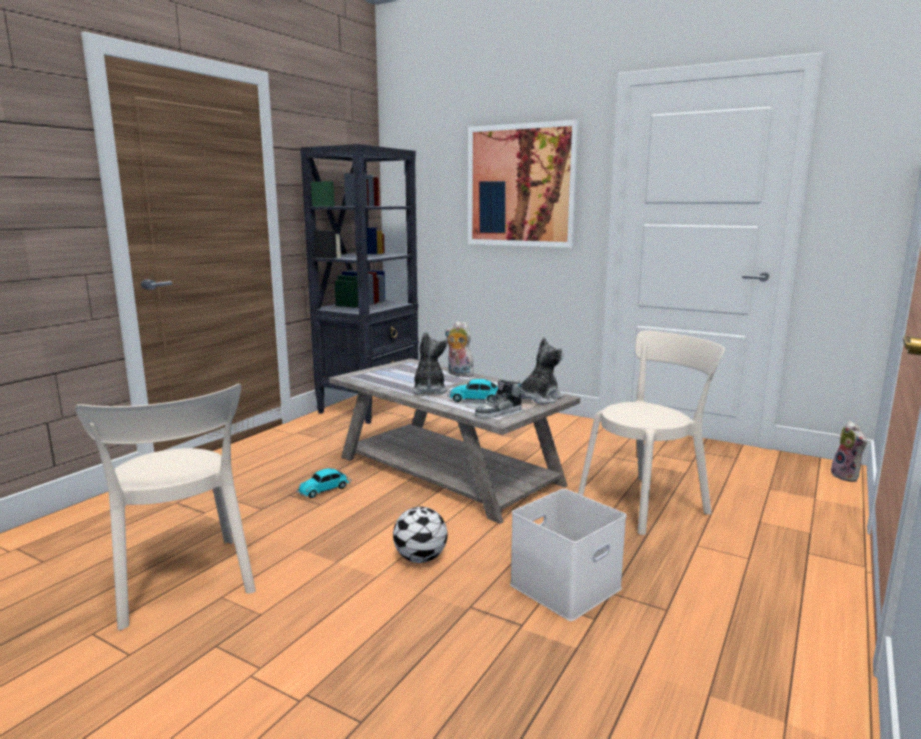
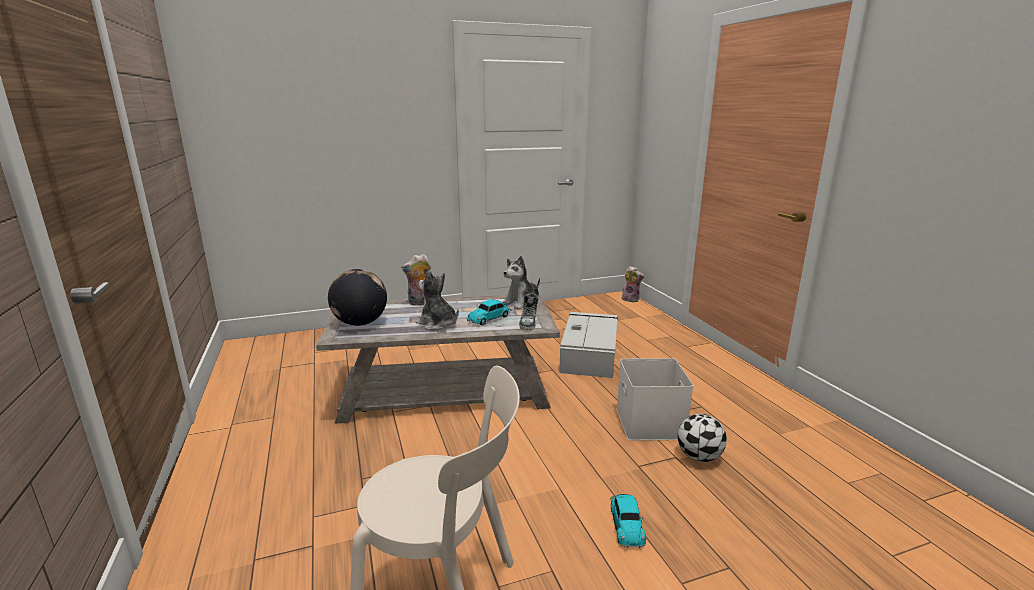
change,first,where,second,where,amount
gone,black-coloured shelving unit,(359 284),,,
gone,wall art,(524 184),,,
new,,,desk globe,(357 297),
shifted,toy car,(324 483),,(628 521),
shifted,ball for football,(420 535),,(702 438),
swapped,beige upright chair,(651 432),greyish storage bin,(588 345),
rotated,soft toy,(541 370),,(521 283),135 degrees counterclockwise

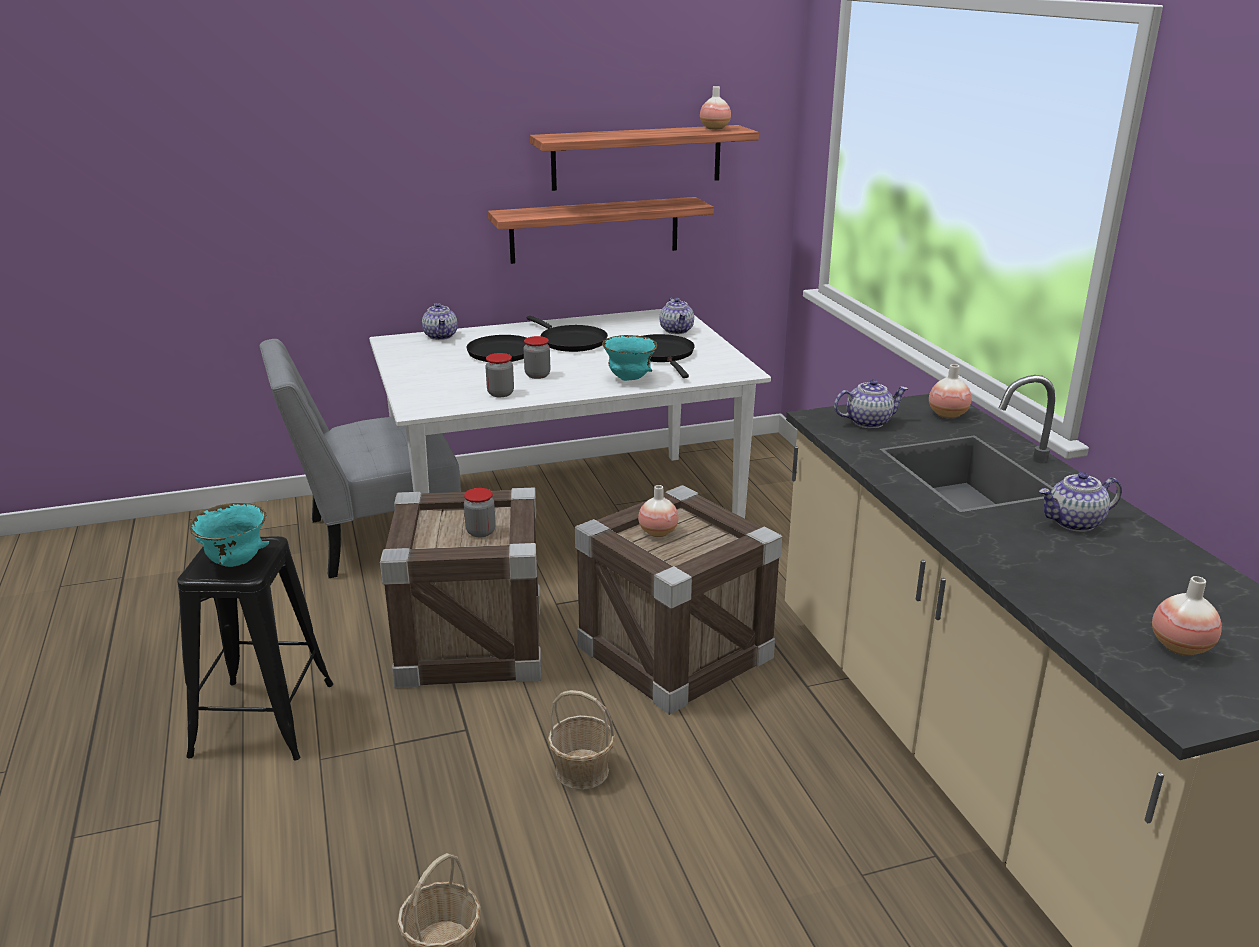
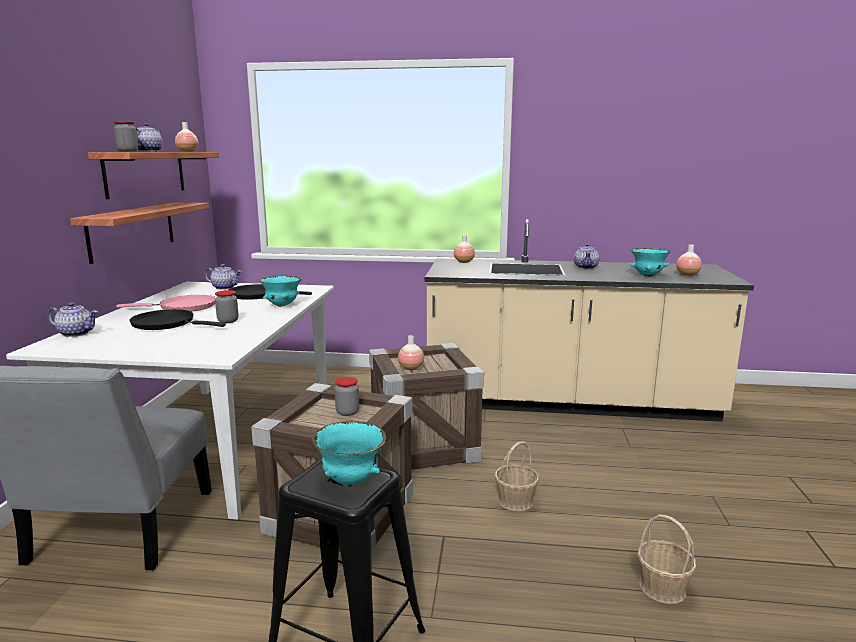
change,first,where,second,where,amount
new,,,blue-green serving bowl,(650 262),
shifted,preserve jar,(499 375),,(126 136),
shifted,pot for tea,(871 403),,(149 137),
repainted,black-coloured frying pan,(567 334),pinkish frying pan,(166 303),

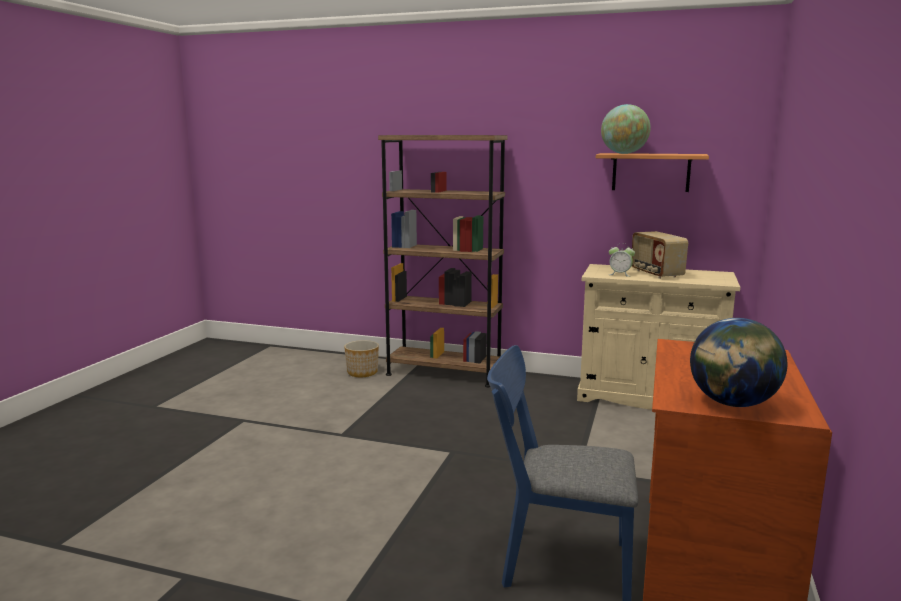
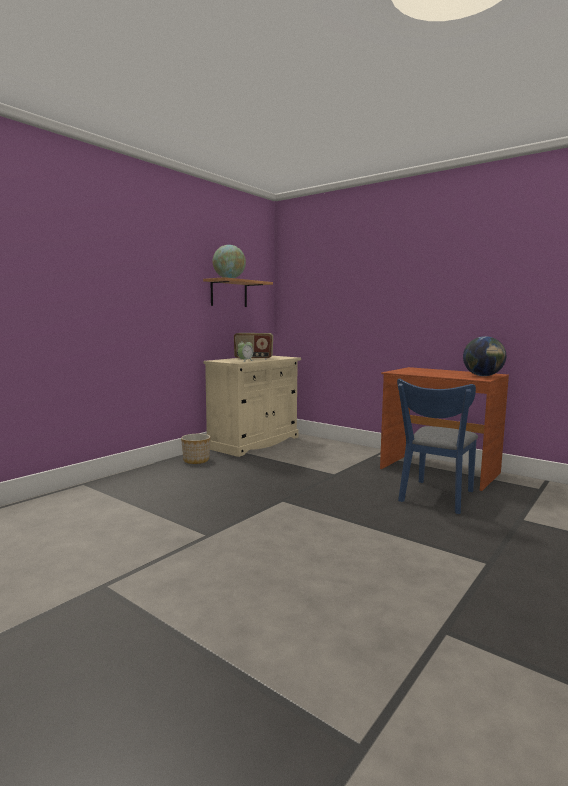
change,first,where,second,where,amount
gone,brown shelving unit,(443 261),,,
shifted,flower pot,(361 358),,(195 449),

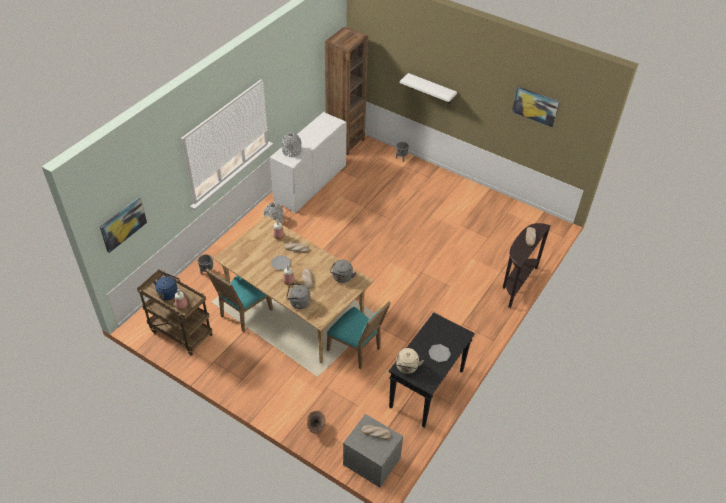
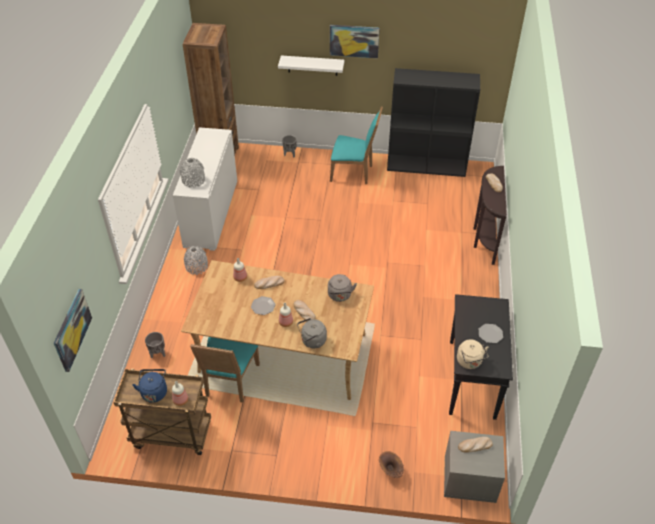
change,first,where,second,where,amount
new,,,black-coloured shelving unit,(433 122),
shifted,blue-green upright chair,(359 335),,(356 145),
shifted,wall art,(536 107),,(355 41),

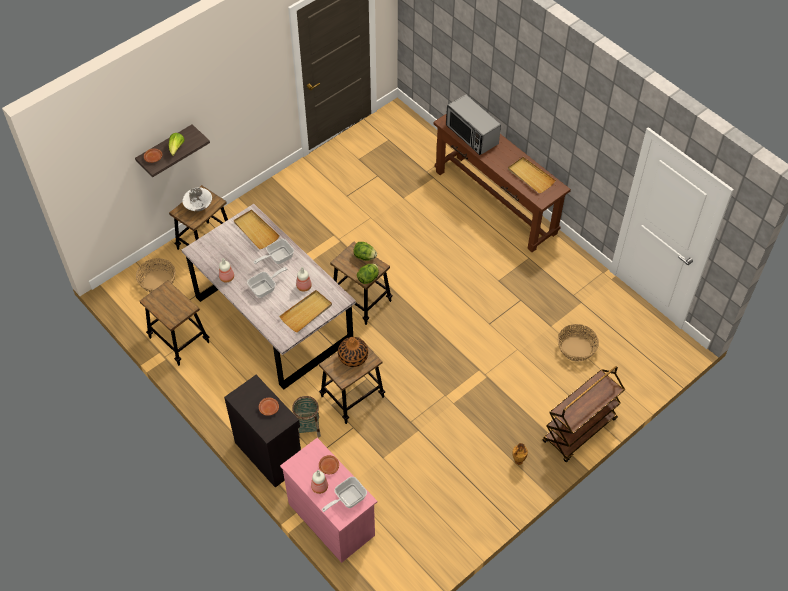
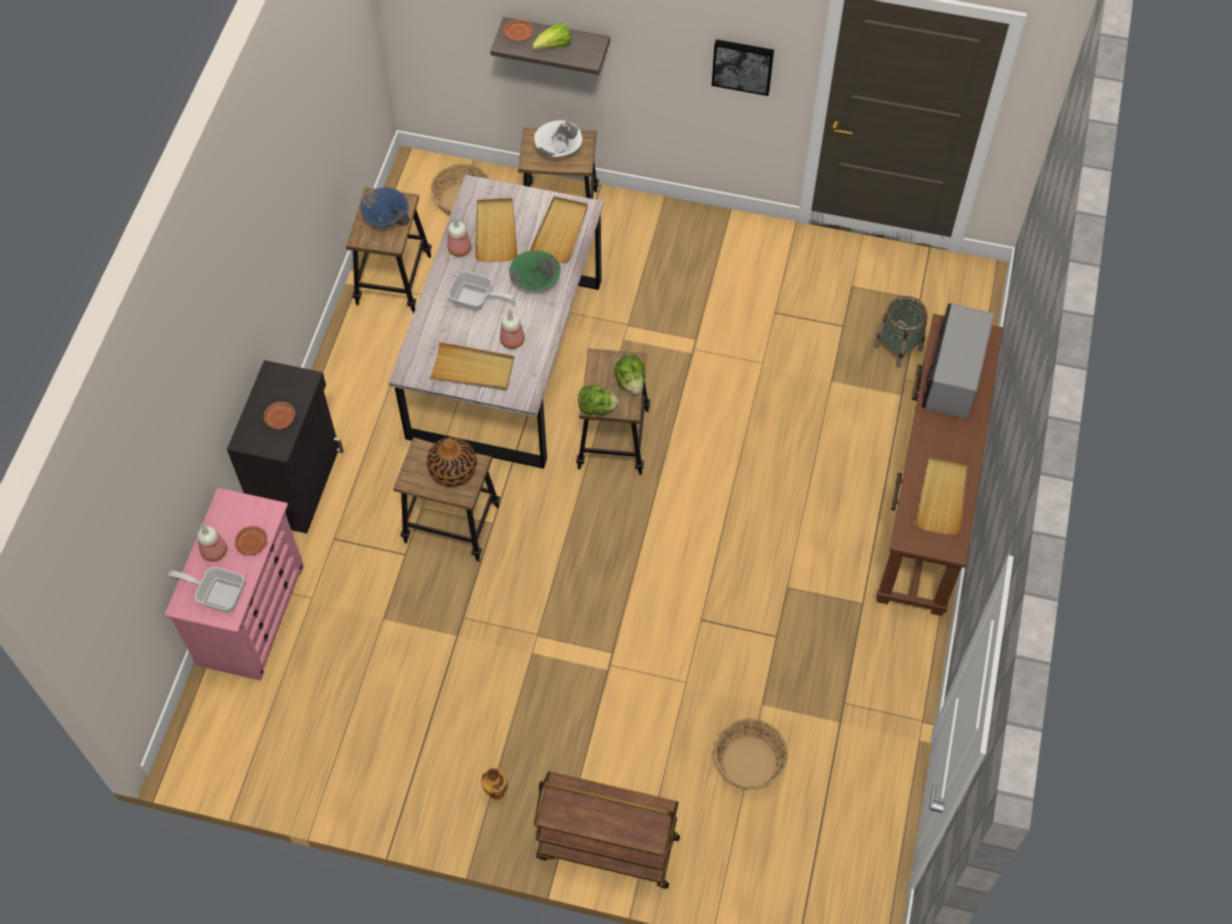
change,first,where,second,where,amount
new,,,blue serving bowl,(385 207),
new,,,beige serving tray,(496 230),
new,,,wall art,(743 67),
shifted,household basket,(306 417),,(901 332),
swapped,frying pan,(274 251),greenish serving bowl,(535 270),

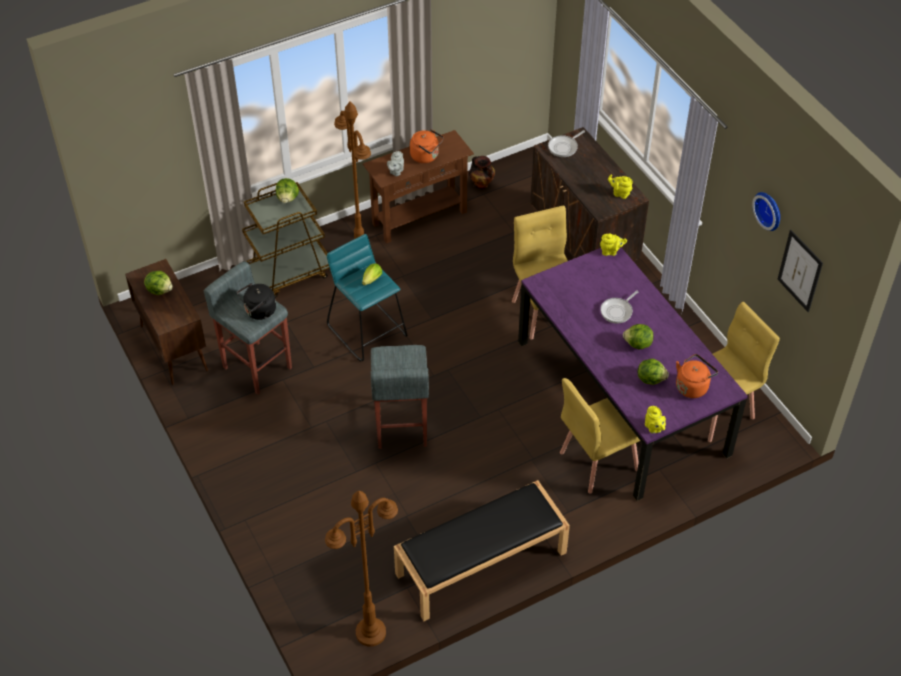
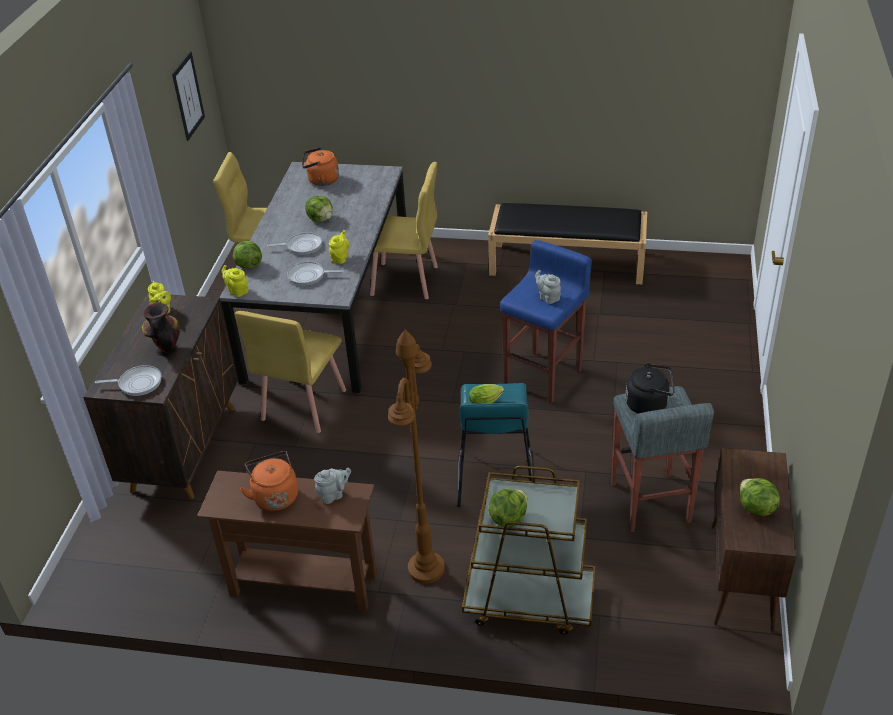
change,first,where,second,where,amount
gone,brown standing lamp,(361 569),,,
gone,wall clock,(766 211),,,
new,,,frying pan,(315 274),
new,,,greyish pot for tea,(548 287),
shifted,flower vase,(481 172),,(161 329),
shifted,lettuce head,(653 372),,(247 255),
shifted,yellowish pot for tea,(655 420),,(339 247),
repainted,greyish stool seat,(400 397),blue stool seat,(546 322),
repainted,purplish kitchen table,(633 374),greyish kitchen table,(312 277),

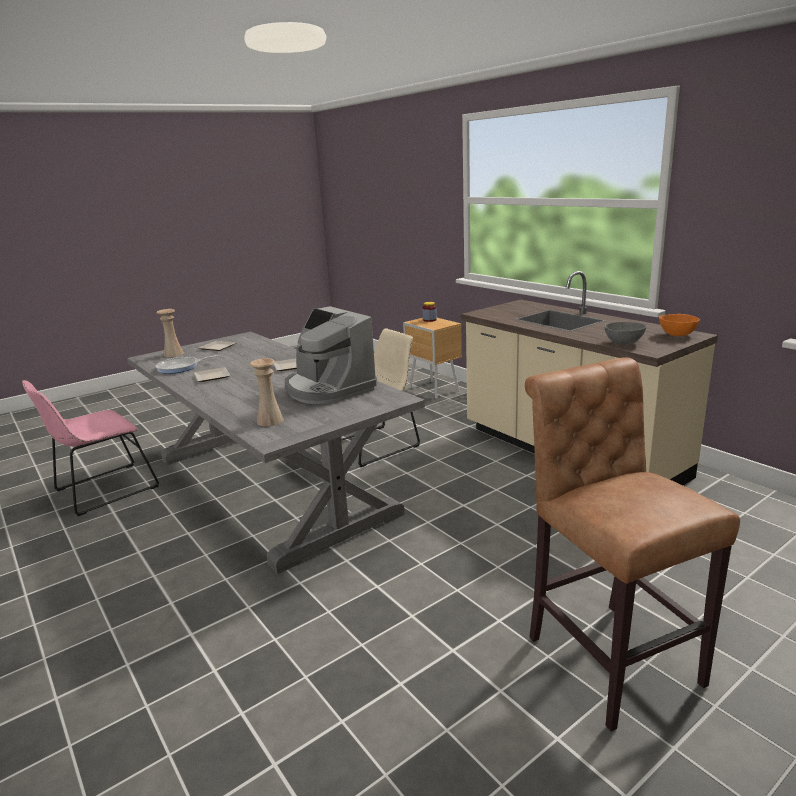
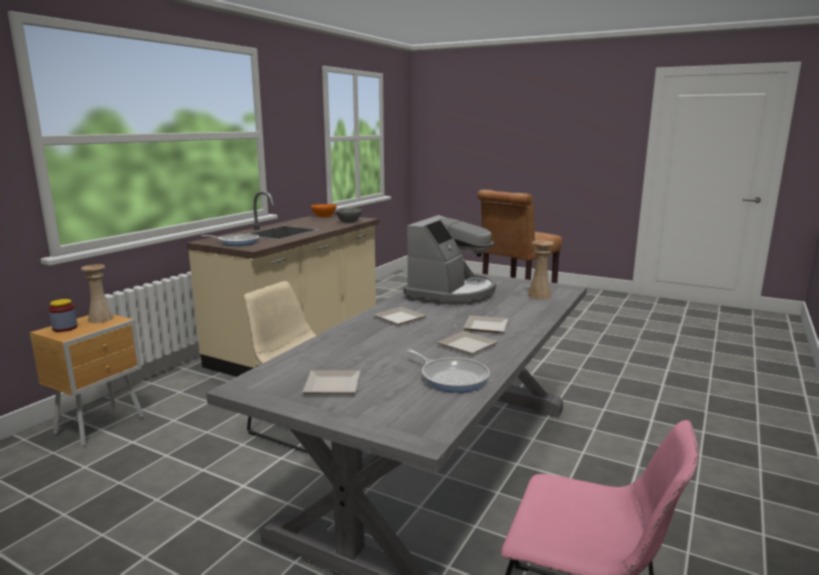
change,first,where,second,where,amount
new,,,frying pan,(230 240),
new,,,flat dish,(485 324),
shifted,beige flower vase,(170 333),,(97 293),

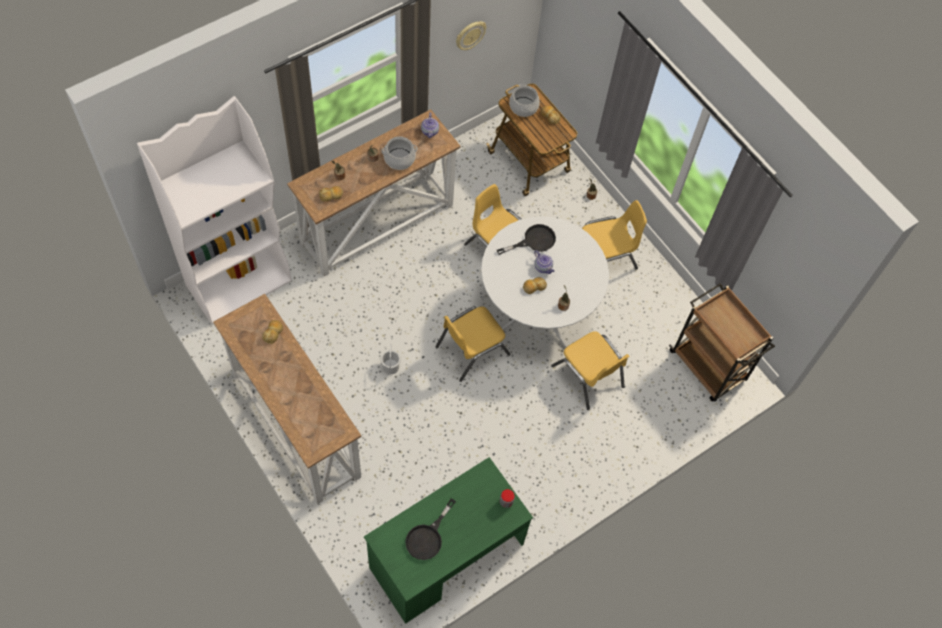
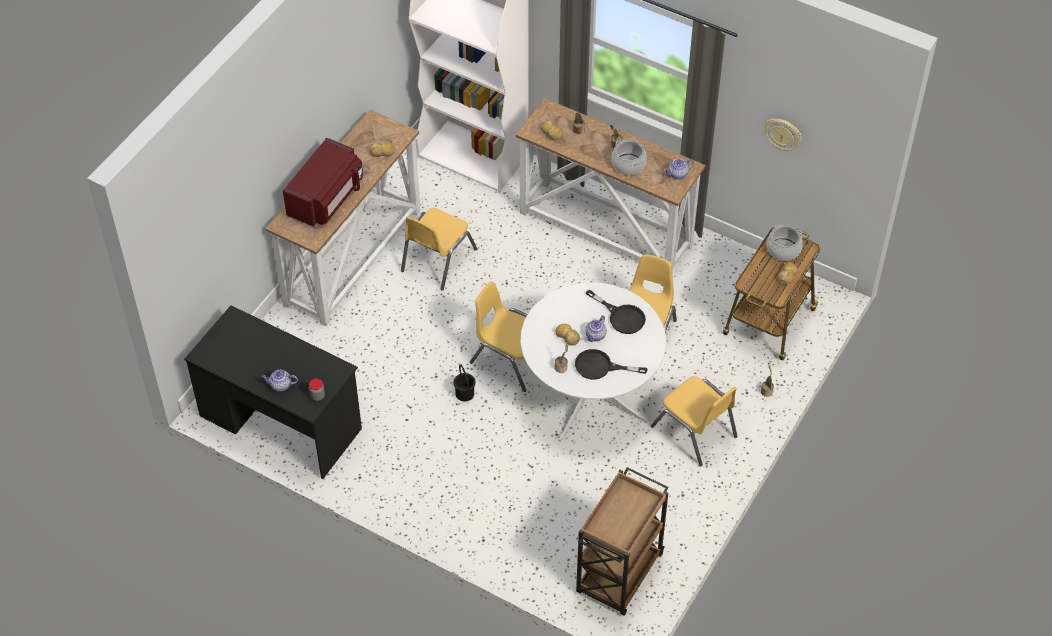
change,first,where,second,where,amount
gone,white water bucket,(391 359),,,
new,,,pot for tea,(279 381),
new,,,reddish microwave,(323 182),
new,,,black-coloured water bucket,(464 383),
shifted,black-coloured frying pan,(430 529),,(611 364),
shifted,yellowish upright chair,(590 370),,(439 249),
repainted,greenish desk unit,(448 540),black-coloured desk unit,(273 392),

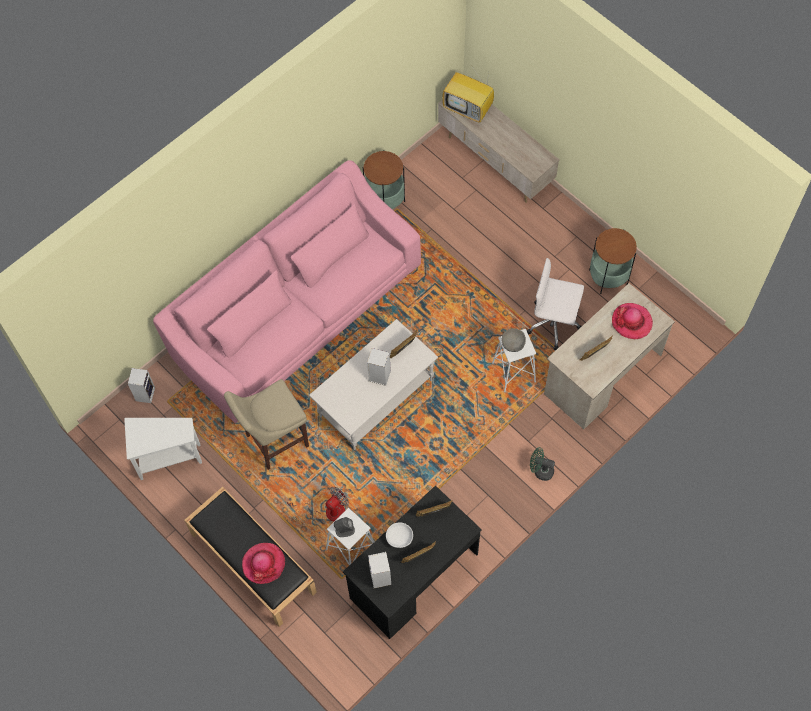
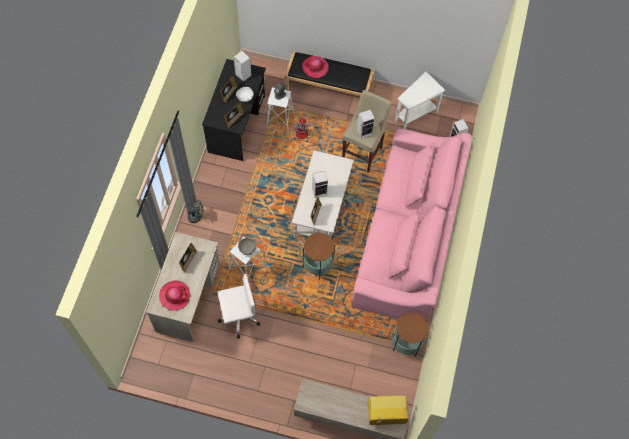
change,first,where,second,where,amount
new,,,speaker,(366 123),
shifted,end table,(613 261),,(319 256),

